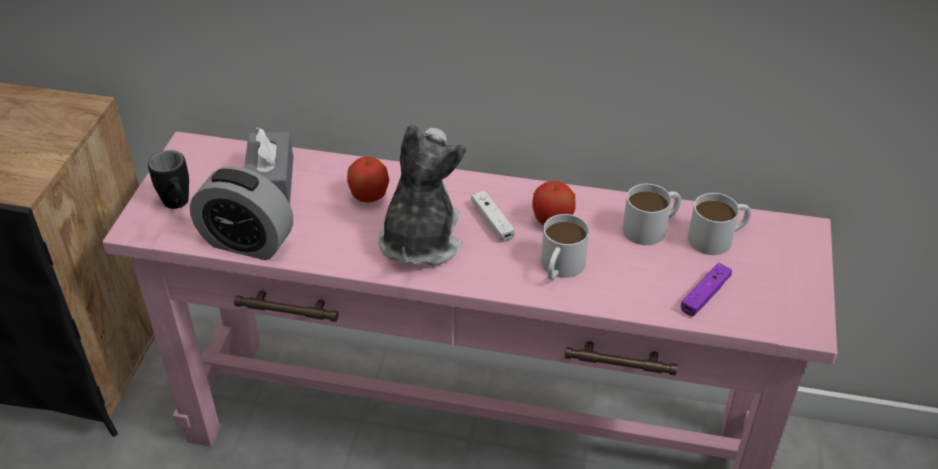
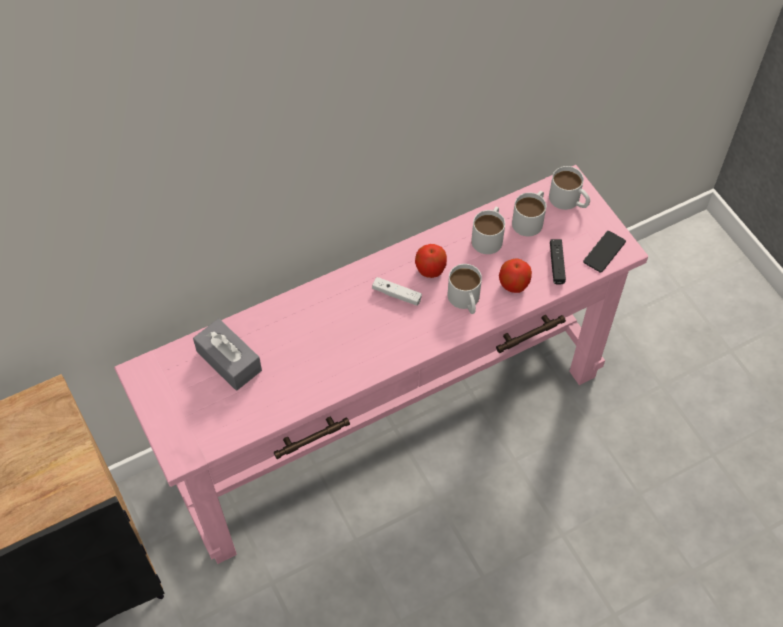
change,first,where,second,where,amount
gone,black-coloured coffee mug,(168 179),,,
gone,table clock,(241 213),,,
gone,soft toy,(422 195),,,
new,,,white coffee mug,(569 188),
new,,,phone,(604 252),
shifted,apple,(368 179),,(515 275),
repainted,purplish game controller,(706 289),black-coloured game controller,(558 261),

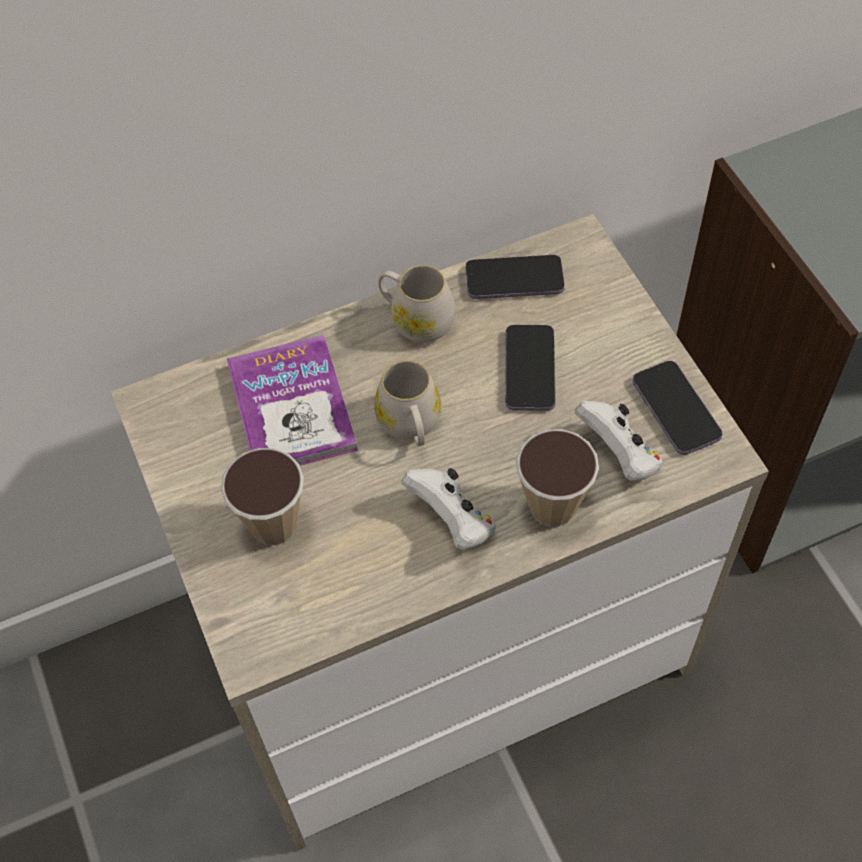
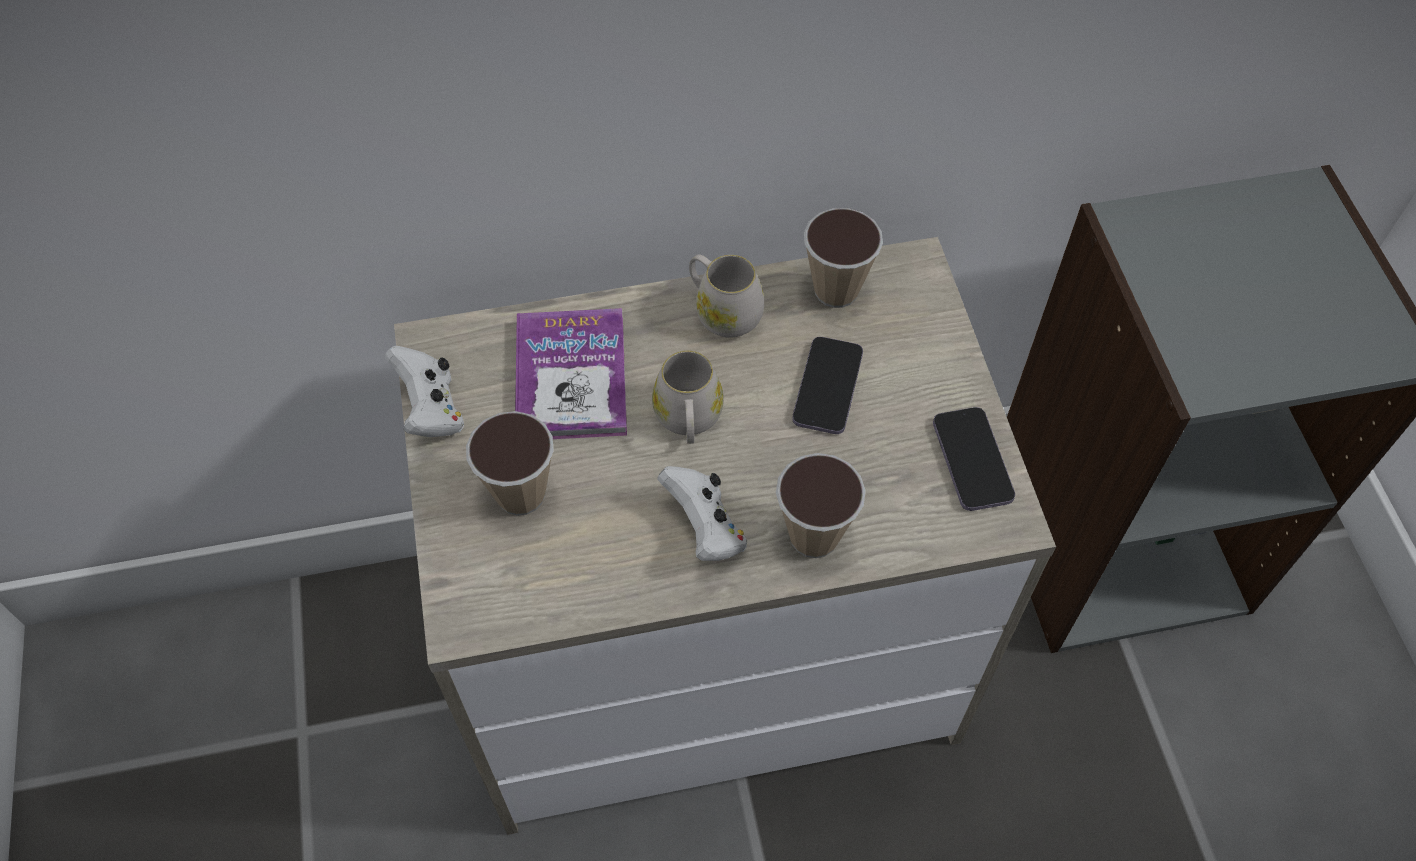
change,first,where,second,where,amount
shifted,white game controller,(619 441),,(424 391),
swapped,phone,(515 277),drinking cup,(843 258),

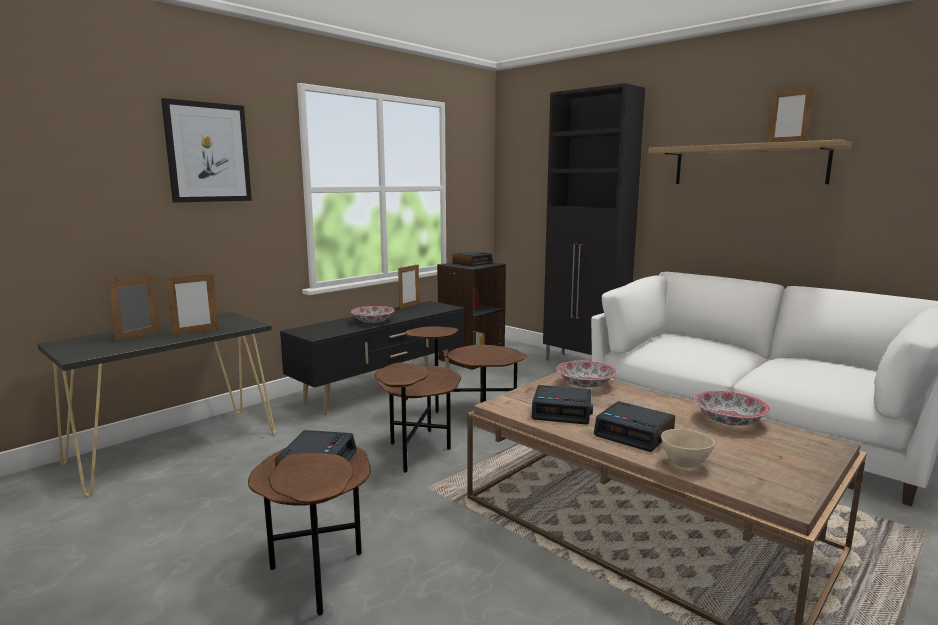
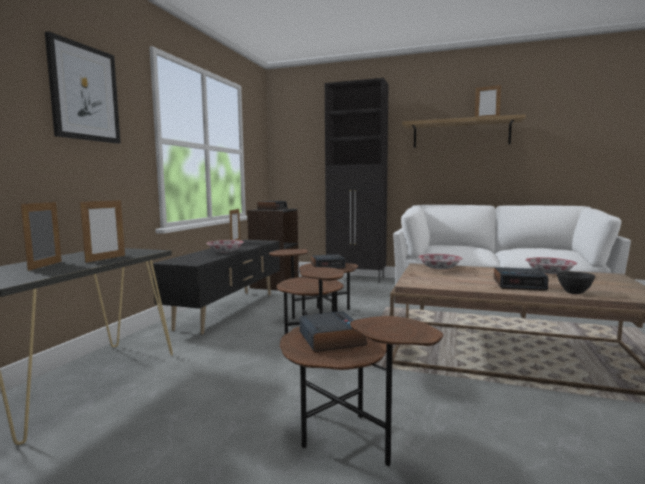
change,first,where,second,where,amount
shifted,table clock,(562 405),,(328 261),
repainted,beige serving bowl,(688 448),black-coloured serving bowl,(576 282),

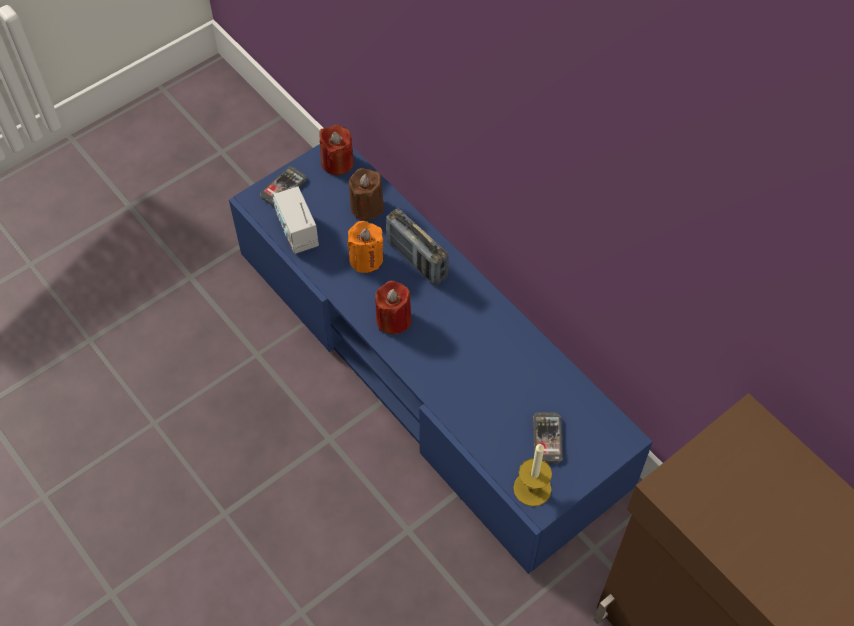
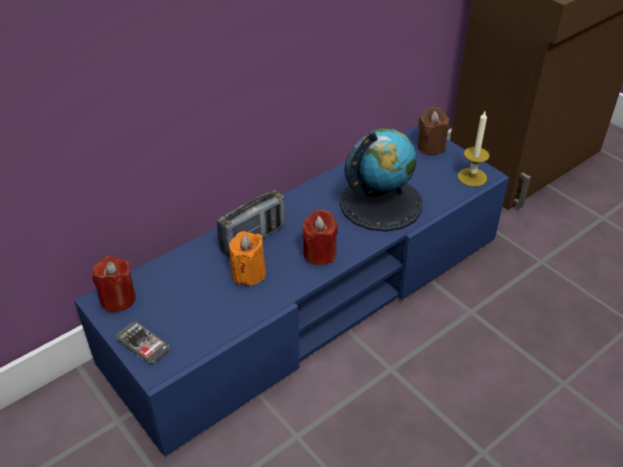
change,first,where,second,where,amount
gone,radio,(296 220),,,
gone,phone,(548 438),,,
new,,,desk globe,(381 180),
shifted,brown wax candle,(366 194),,(433 131),

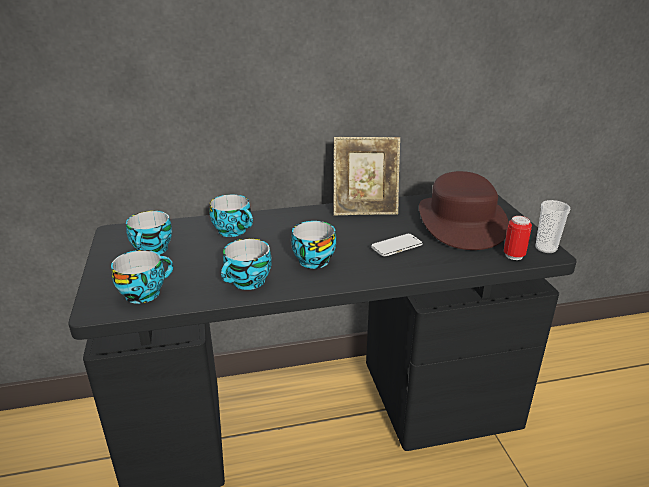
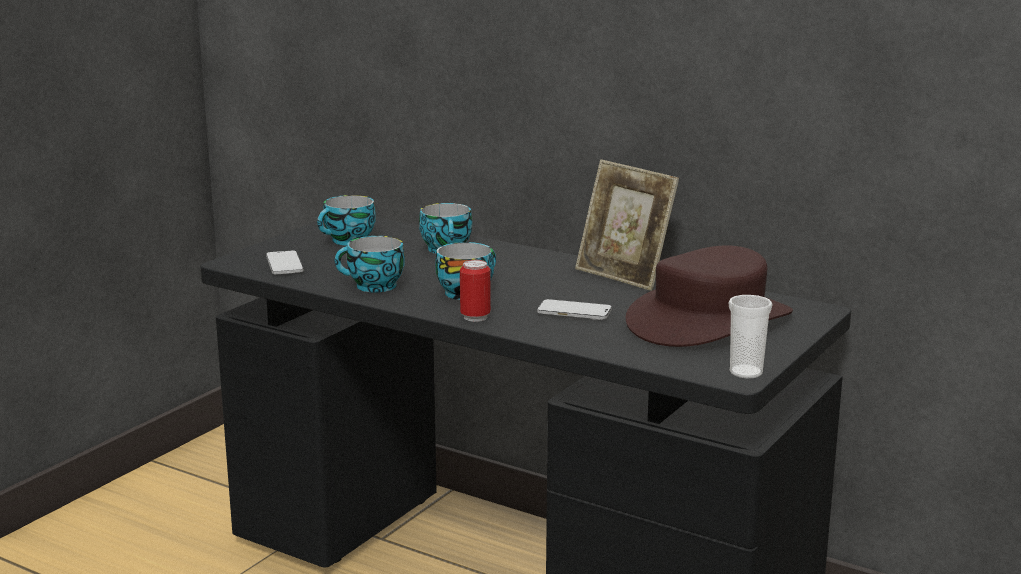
change,first,where,second,where,amount
shifted,metal can,(518 238),,(475 291),
swapped,drinking cup,(142 277),phone,(285 262),

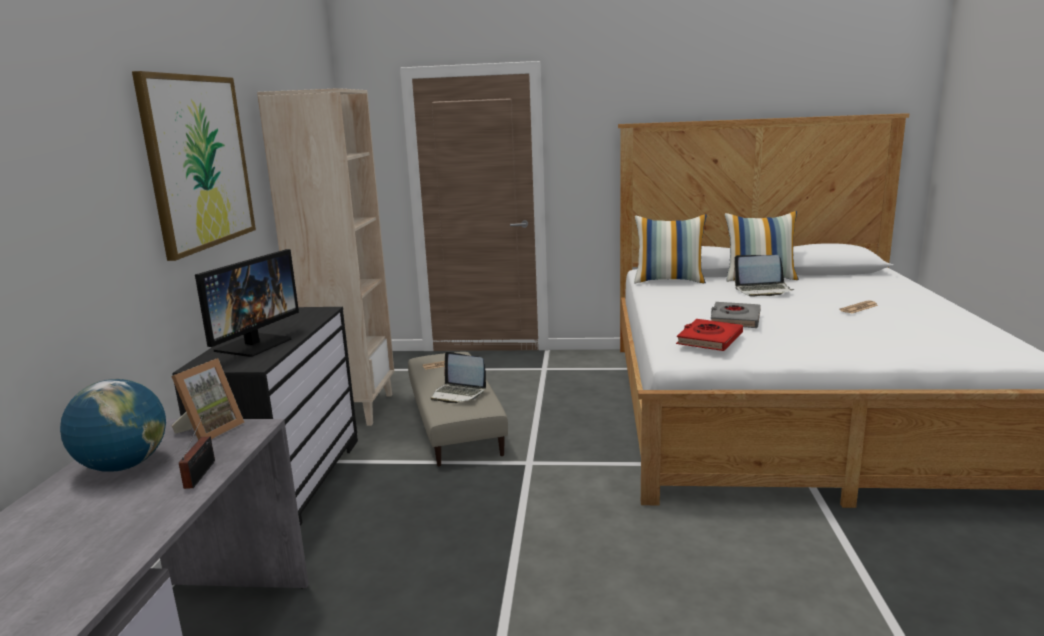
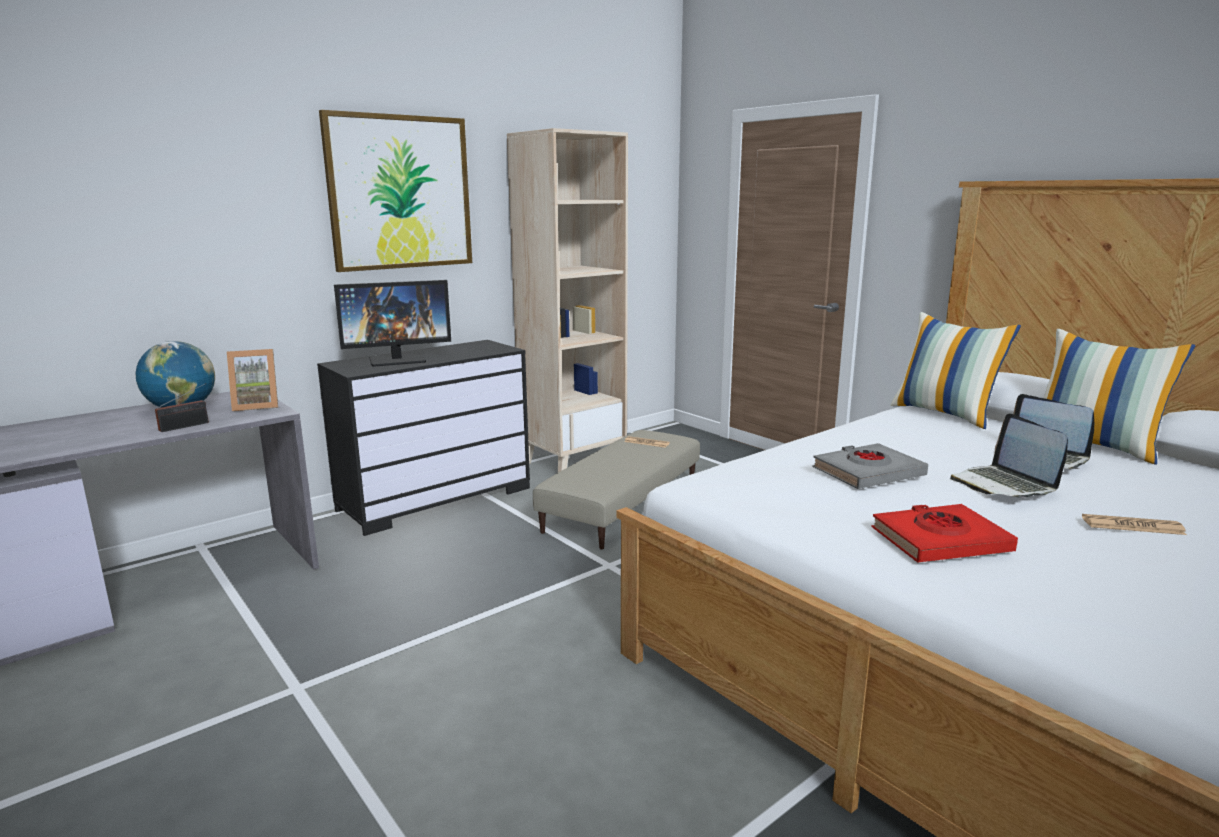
change,first,where,second,where,amount
shifted,laptop,(458 377),,(1009 455),
shifted,reddish bound book,(709 335),,(944 533),

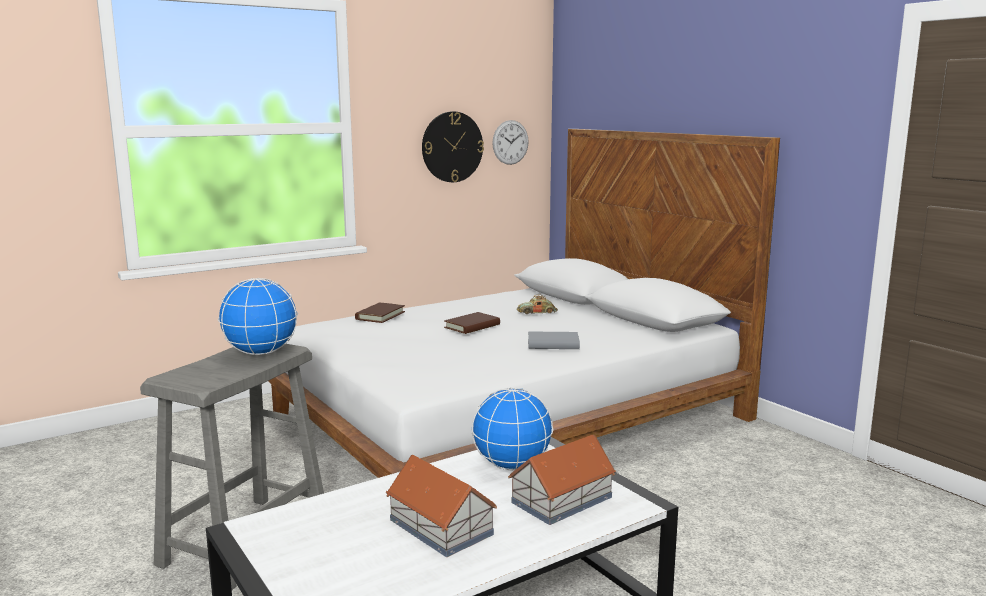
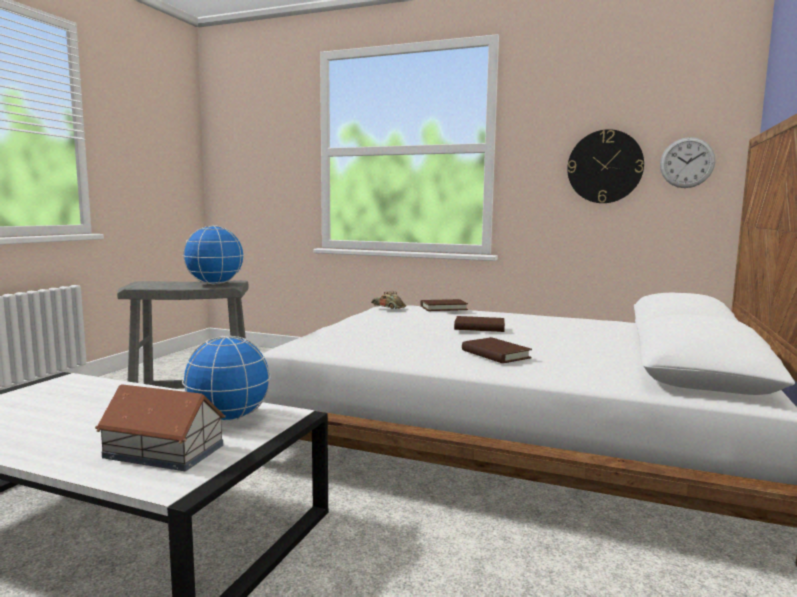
change,first,where,second,where,amount
gone,miniature house,(441 506),,,
shifted,toy car,(537 304),,(388 300),
repainted,greyish bound book,(554 340),brown bound book,(497 350),

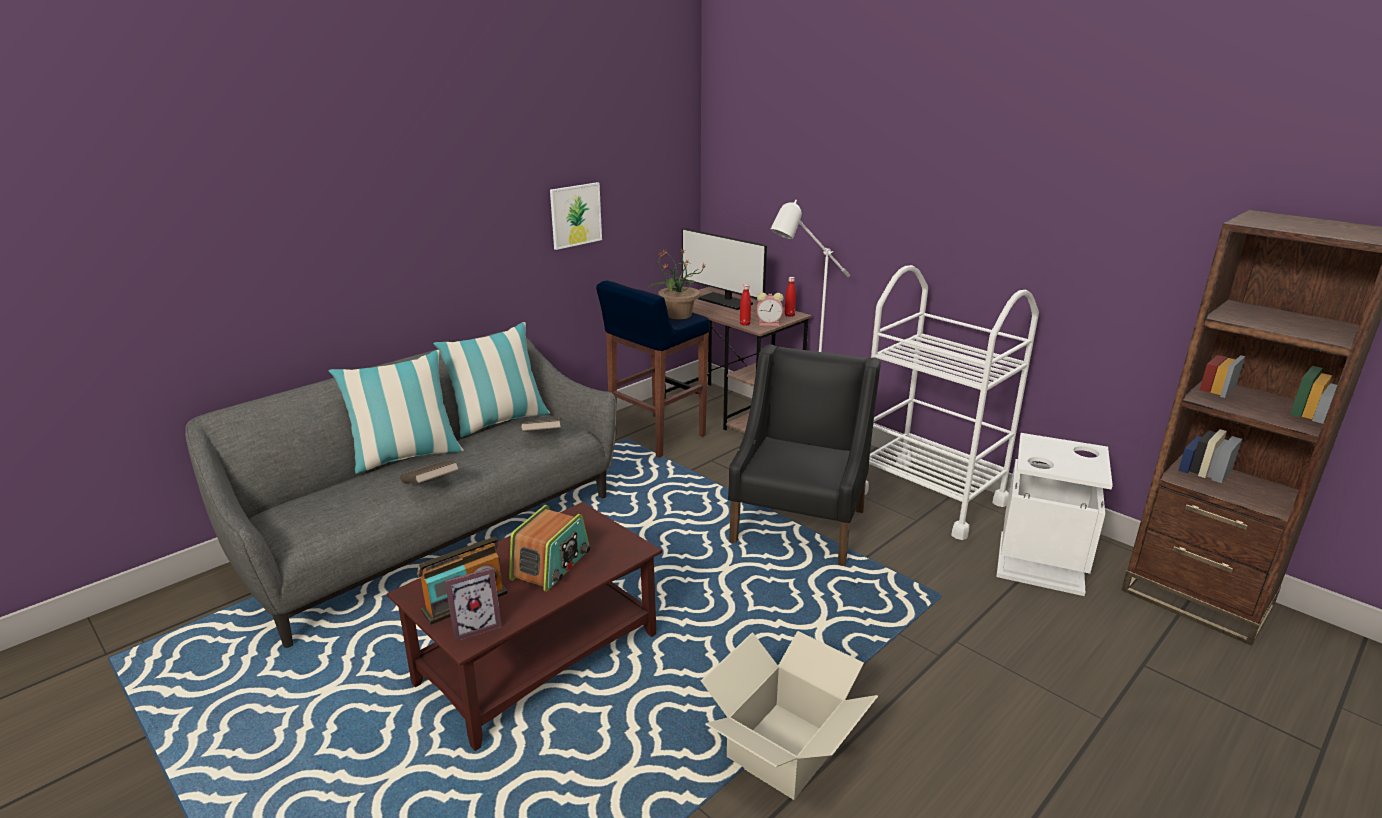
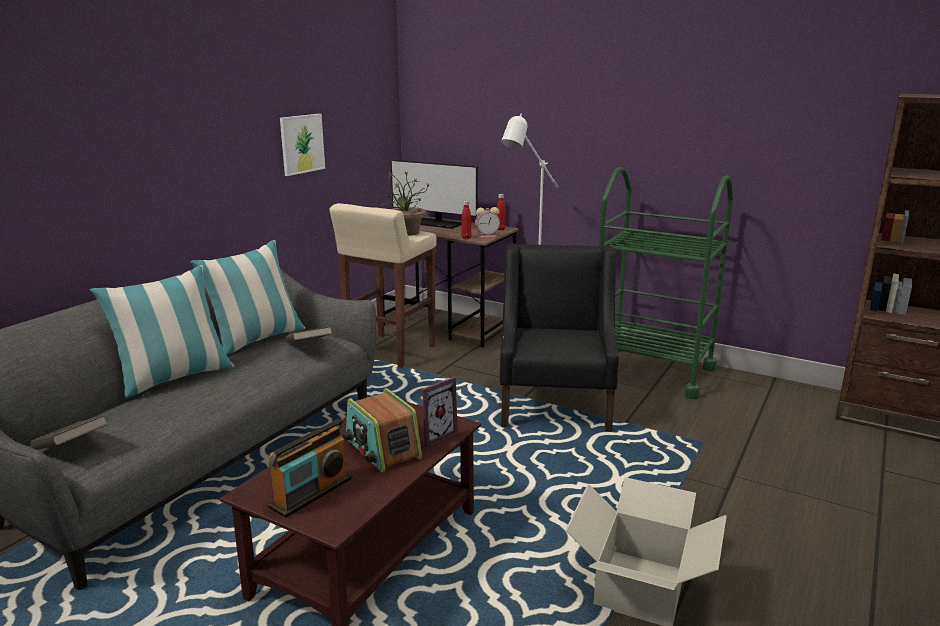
change,first,where,second,where,amount
gone,white waste bin,(1054 514),,,
shifted,brown bound book,(429 472),,(69 432),
shifted,photo frame,(473 604),,(440 412),
repainted,blue stool seat,(653 369),beige stool seat,(383 285),
repainted,white cart,(952 402),greenish cart,(666 283),
rotated,radio,(549 548),,(382 430),135 degrees clockwise

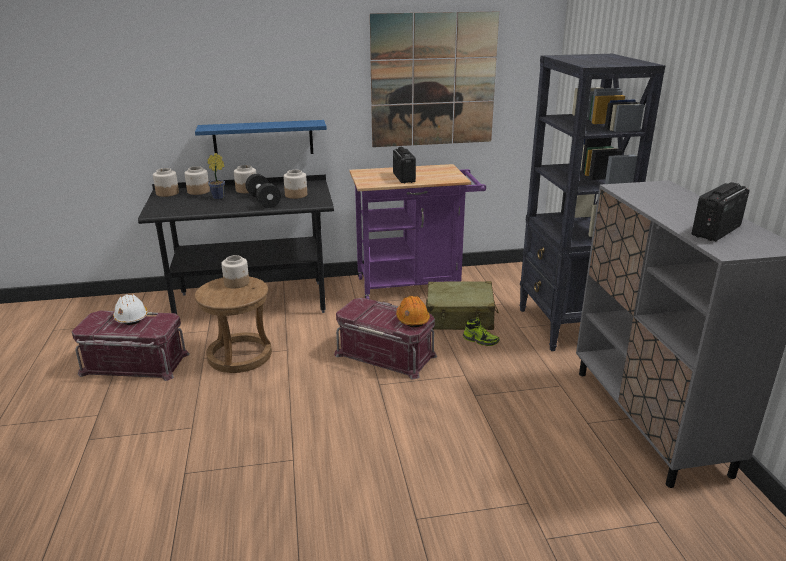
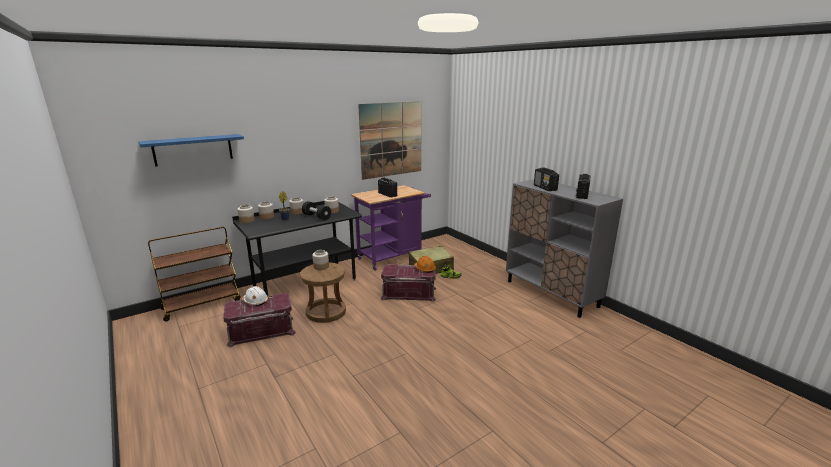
change,first,where,second,where,amount
gone,black-coloured shelving unit,(592 202),,,
new,,,brown cart,(194 274),
new,,,radio,(546 179),
shifted,blue bracket shelf,(261 137),,(191 150),

